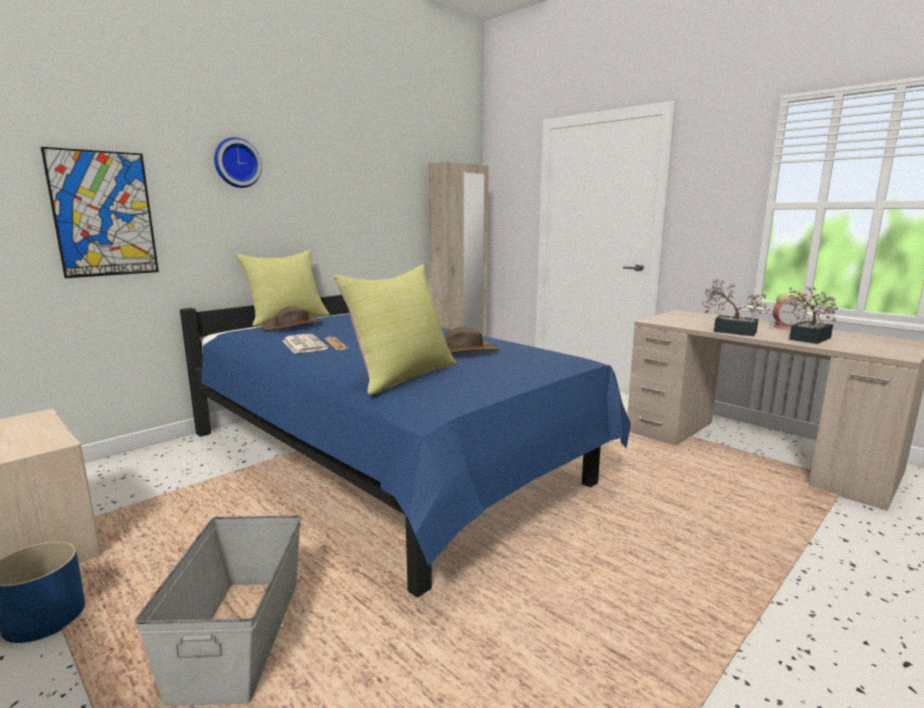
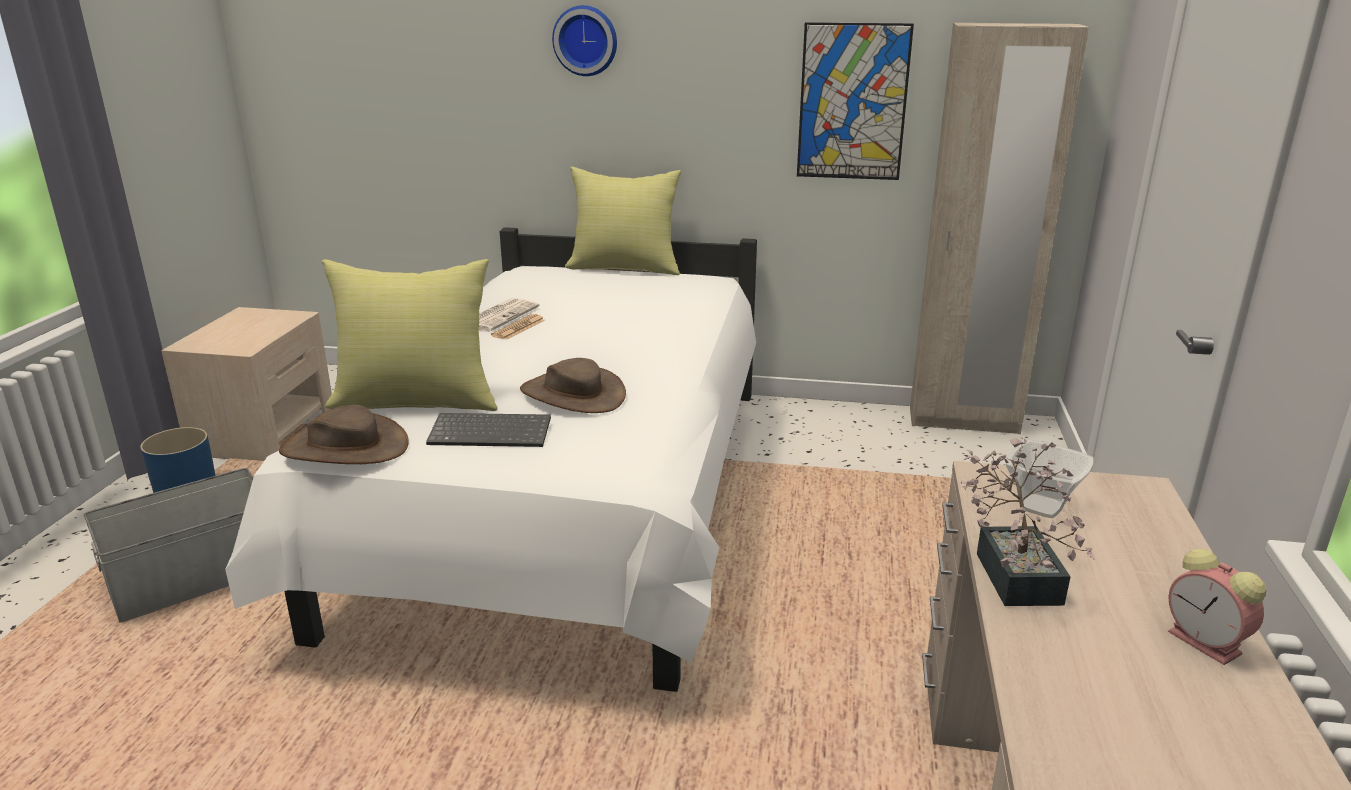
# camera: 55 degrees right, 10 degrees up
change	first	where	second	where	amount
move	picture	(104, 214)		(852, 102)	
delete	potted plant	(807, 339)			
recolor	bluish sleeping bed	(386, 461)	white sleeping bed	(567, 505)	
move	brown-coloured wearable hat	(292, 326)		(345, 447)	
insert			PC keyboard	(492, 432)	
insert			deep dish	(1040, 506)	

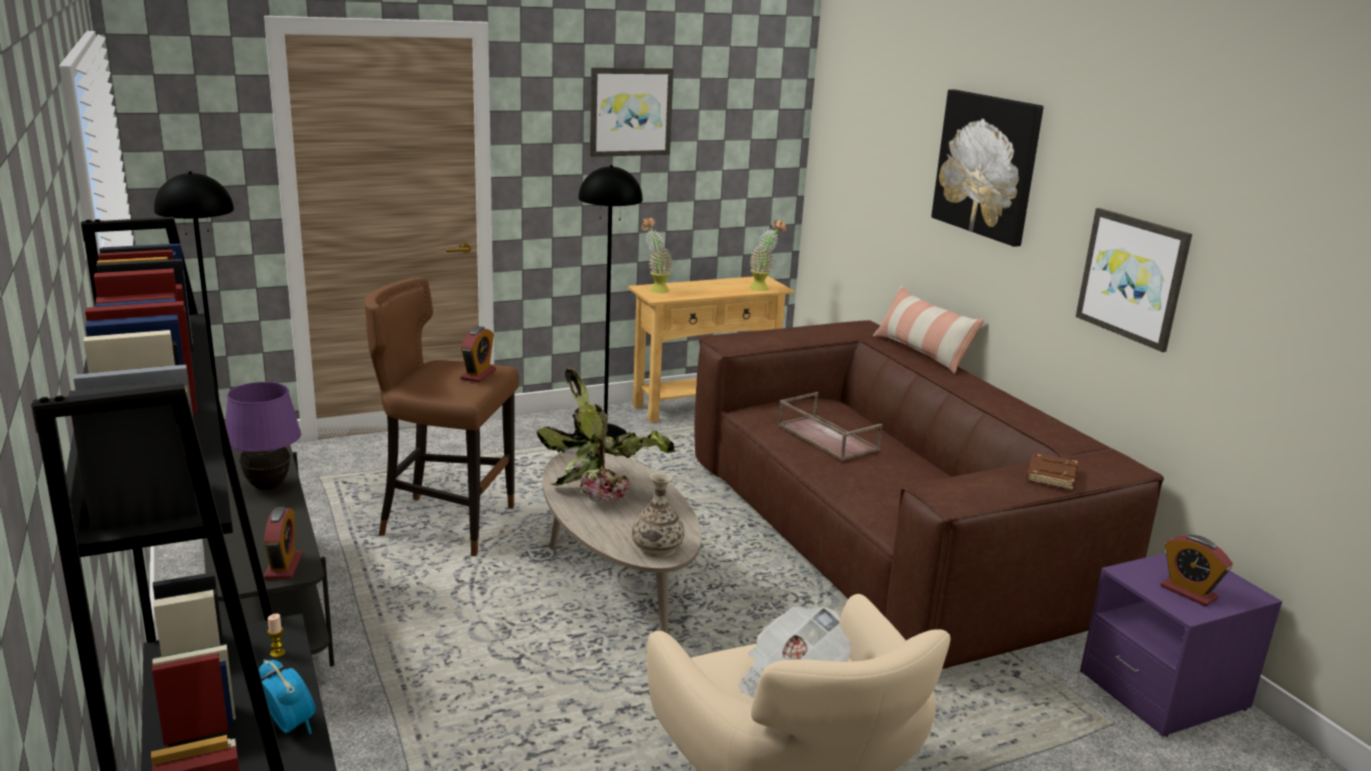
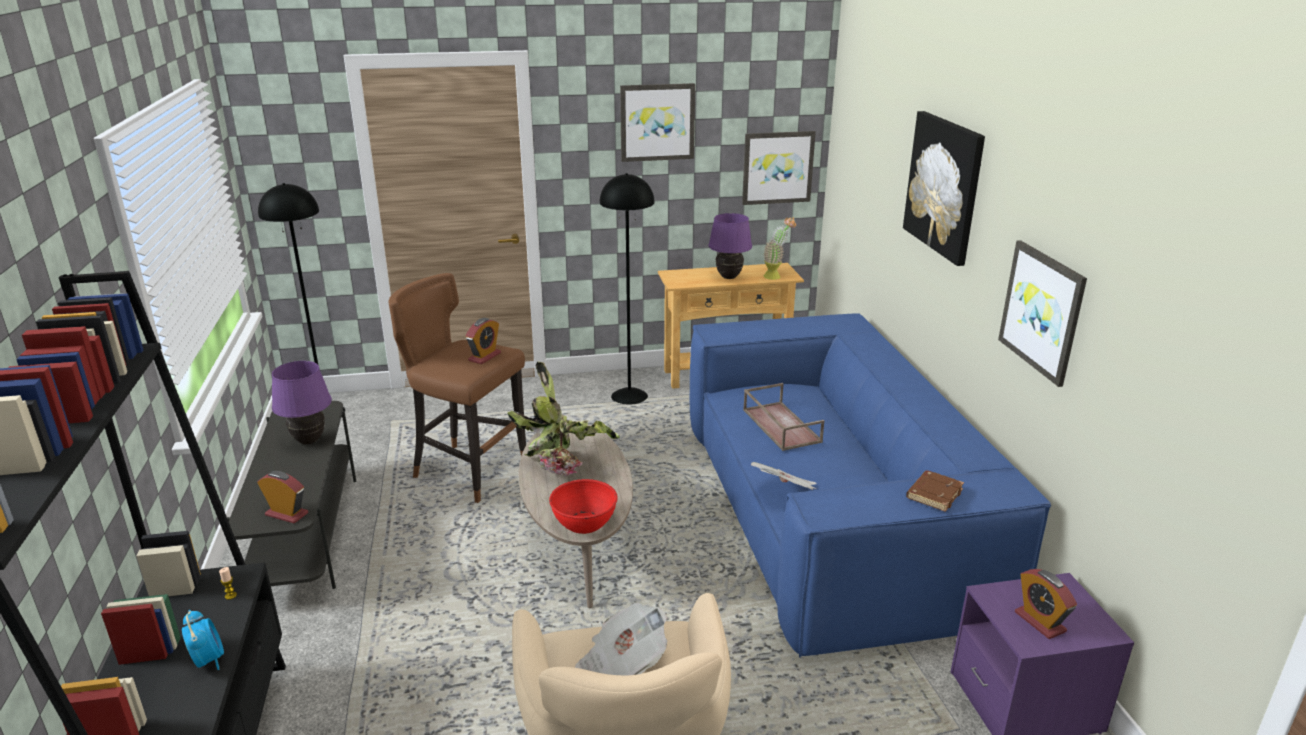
# camera: 15 degrees right, 5 degrees up
change	first	where	second	where	amount
delete	potted plant	(654, 289)			
delete	cushion	(922, 352)			
recolor	brown-coloured sofa	(882, 535)	bluish sofa	(828, 515)	
replace	decorative vase	(657, 548)	reddish deep dish	(584, 523)	
rotate	table clock	(283, 567)		(286, 514)	75 degrees counterclockwise
insert			picture	(777, 167)	
insert			purple tabletop lamp	(729, 277)	
insert			newspaper	(785, 491)	

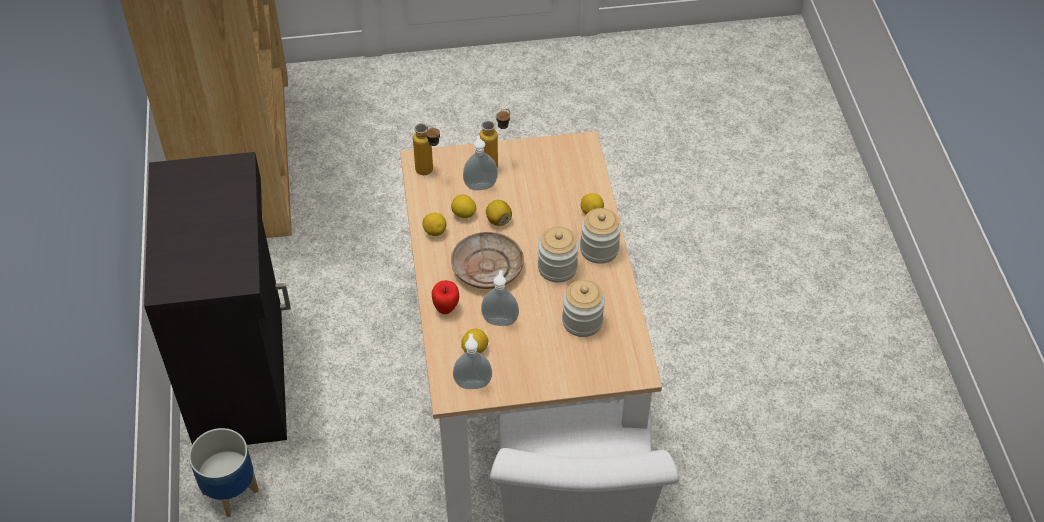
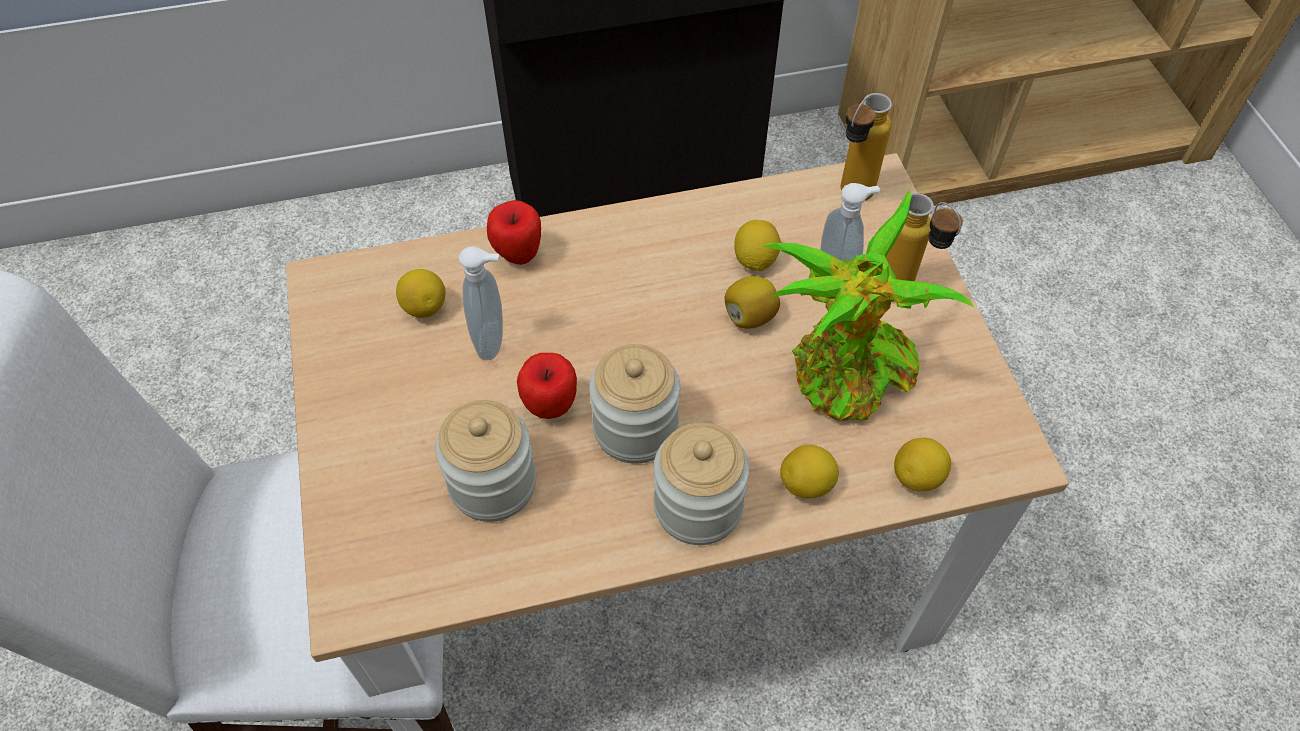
# camera: 85 degrees right, 5 degrees up
change	first	where	second	where	amount
move	whole lemon	(434, 231)		(917, 477)	
delete	beige-coloured flat dish	(487, 267)			
delete	soap dispenser	(473, 383)			
delete	planter	(230, 491)			
insert			potted plant	(846, 378)	
insert			apple fruit	(550, 408)	

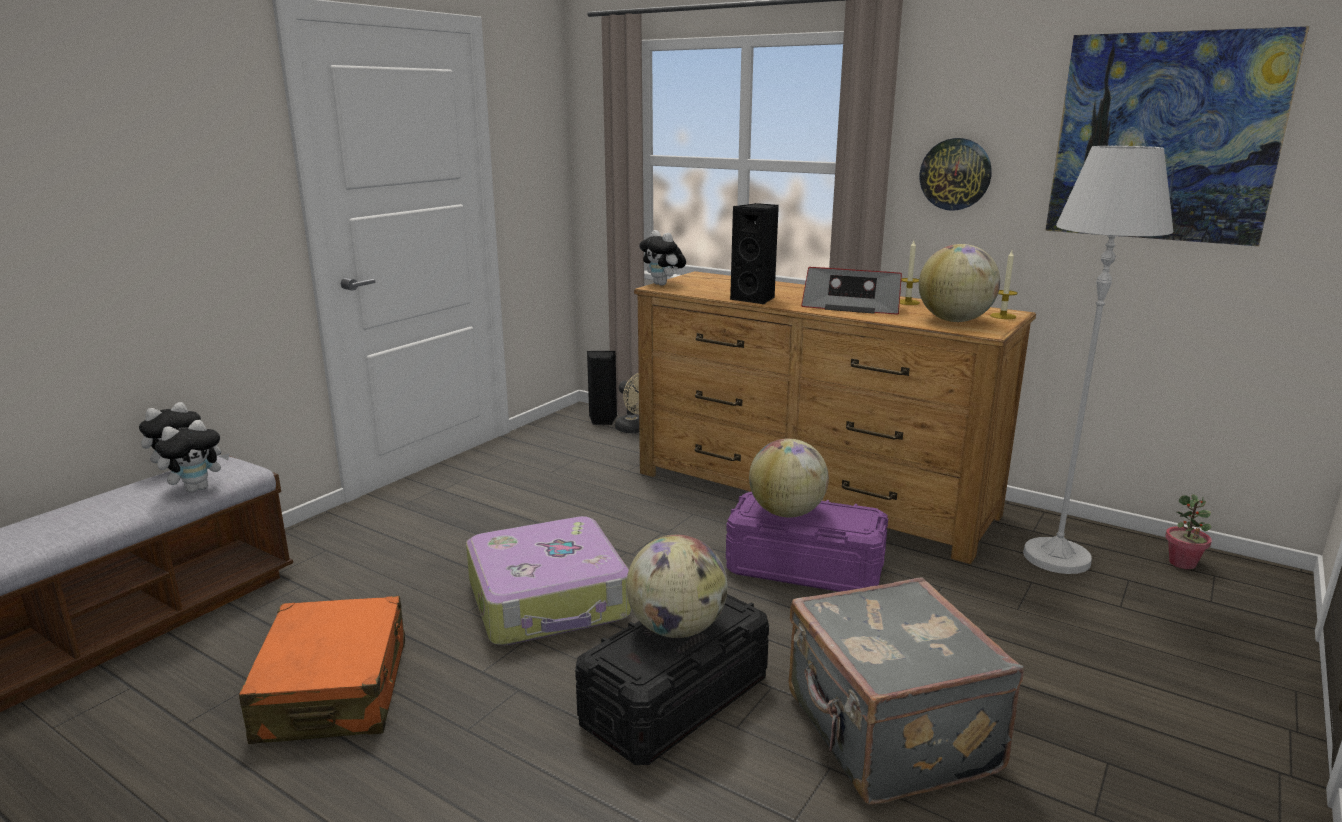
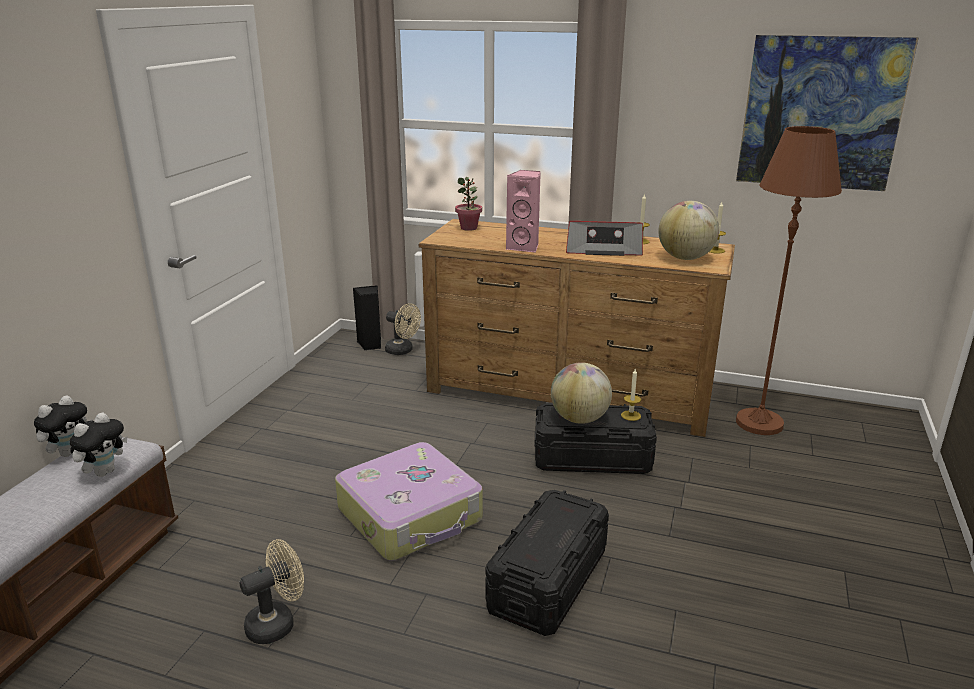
# camera: 15 degrees left, 5 degrees up
change	first	where	second	where	amount
delete	hanging clock	(955, 174)			
recolor	white floor lamp	(1056, 557)	brown-coloured floor lamp	(759, 423)	
recolor	black speaker	(755, 299)	pink speaker	(525, 247)	
delete	soft toy	(663, 284)			
recolor	purple storage bin	(805, 569)	black storage bin	(592, 458)	
move	potted plant	(1182, 563)		(469, 228)	
delete	world globe	(677, 629)			
delete	grey piece of luggage	(887, 734)			
replace	orange-coloured piece of luggage	(334, 690)	beige-coloured fan	(277, 623)	
insert			candle	(631, 415)	

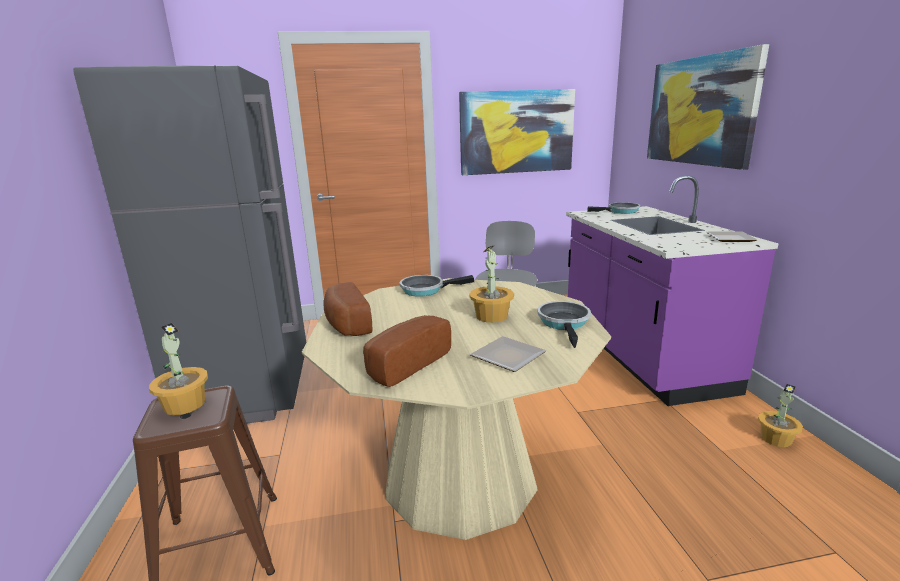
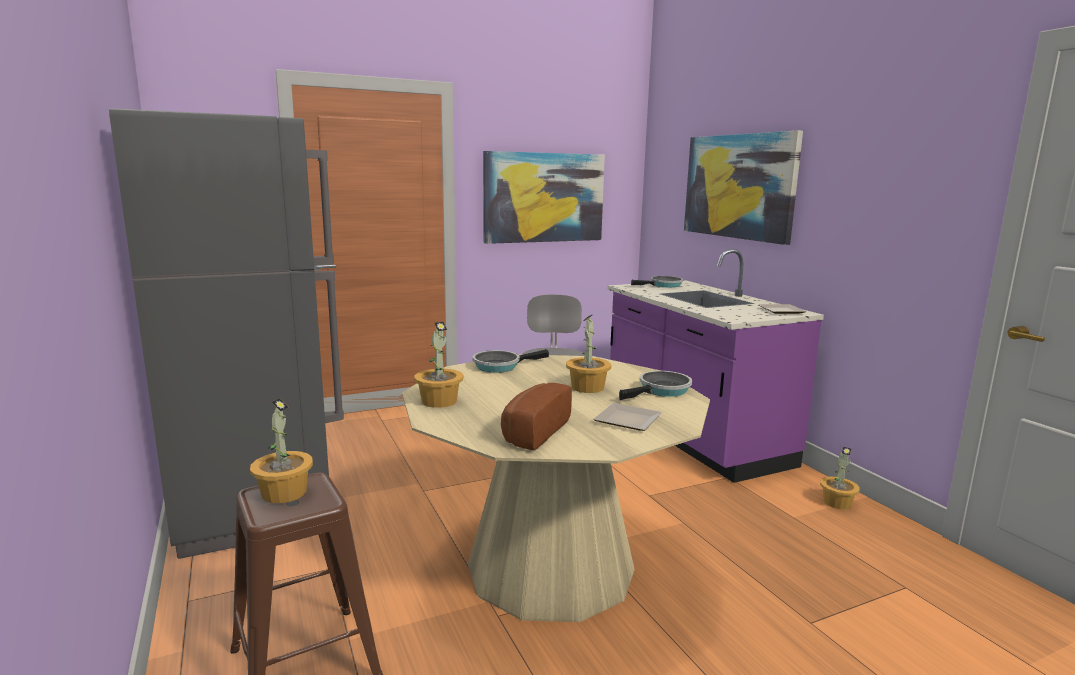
# camera: 15 degrees left, 5 degrees down
change	first	where	second	where	amount
replace	bakery bread	(345, 324)	potted plant	(439, 401)	
rotate	frying pan	(564, 323)		(662, 390)	60 degrees clockwise

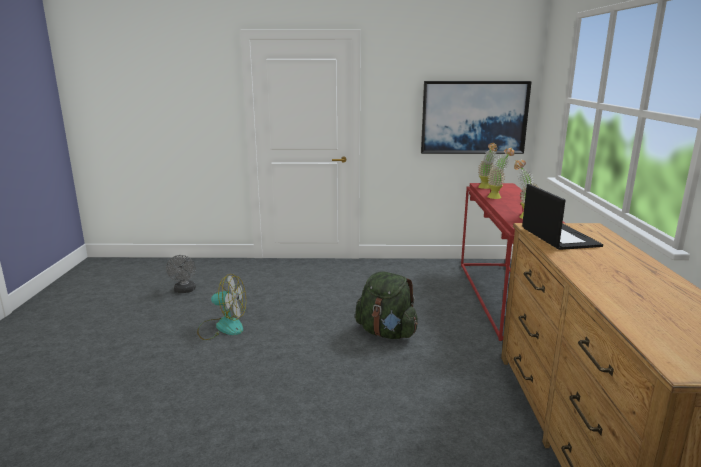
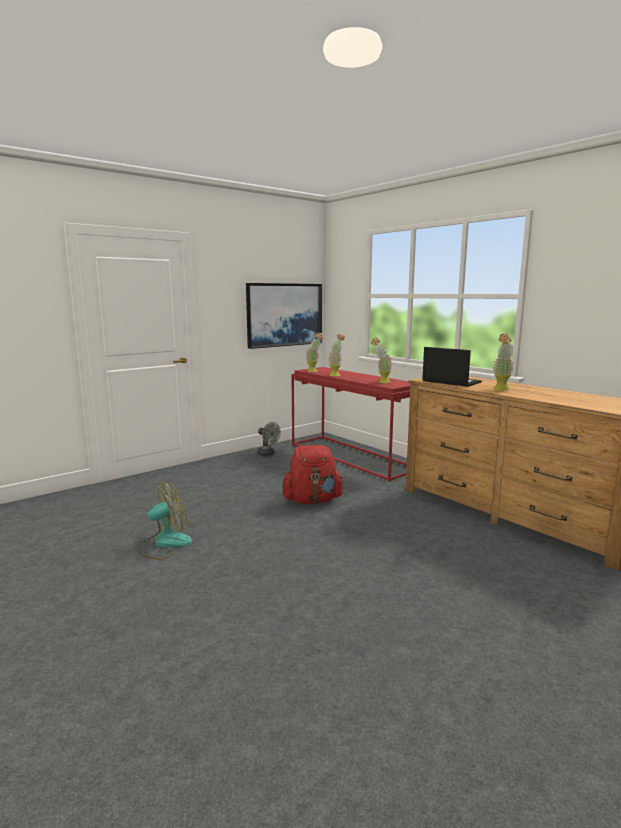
# camera: 40 degrees left, 5 degrees down
change	first	where	second	where	amount
move	grey fan	(184, 291)		(268, 454)	
recolor	greenish backpack	(386, 333)	reddish backpack	(312, 500)	
insert			potted plant	(501, 390)	

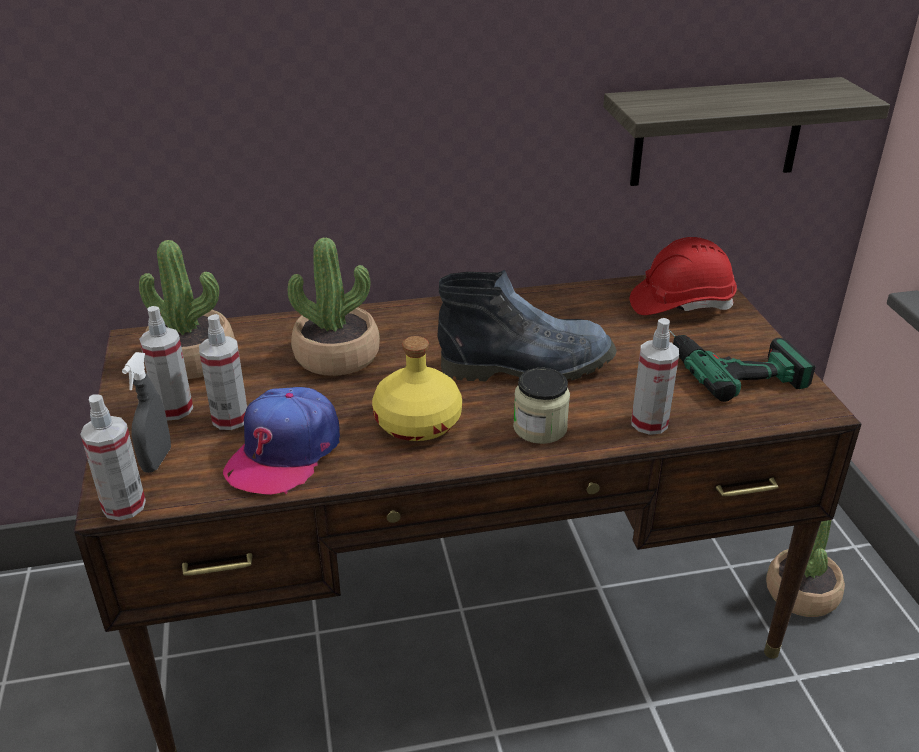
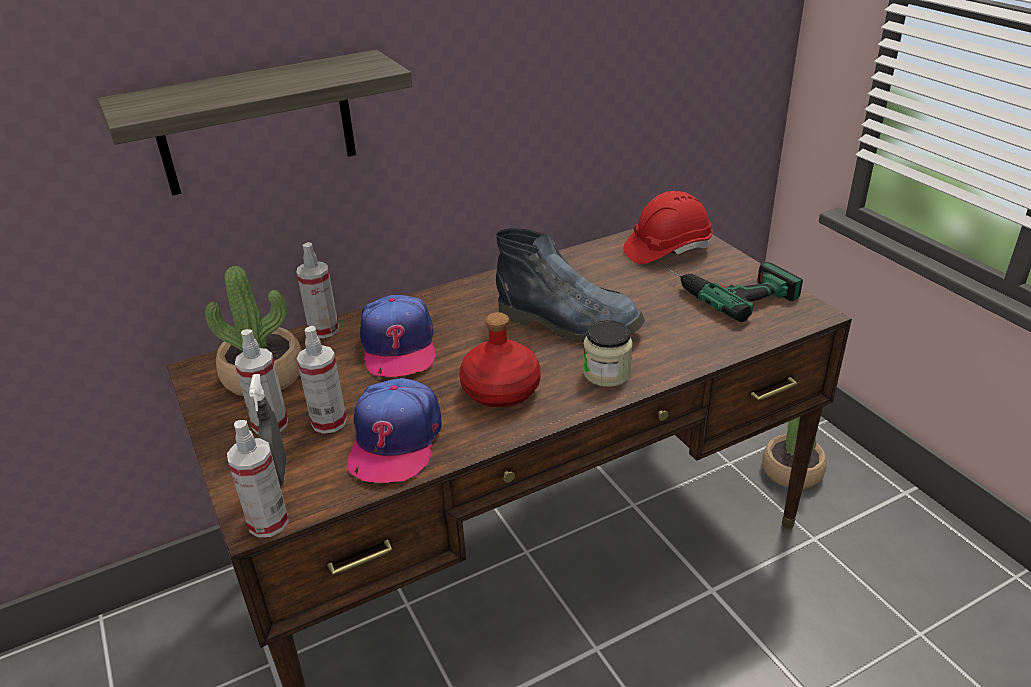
# camera: 15 degrees left, 0 degrees up
change	first	where	second	where	amount
move	bracket shelf	(718, 132)		(256, 124)	
replace	potted plant	(337, 356)	baseball cap	(398, 347)	
rotate	high-top boot	(529, 365)		(571, 323)	45 degrees clockwise
move	sprayer	(649, 423)		(324, 330)	
recolor	yellowish bottle	(419, 422)	reddish bottle	(502, 389)	

